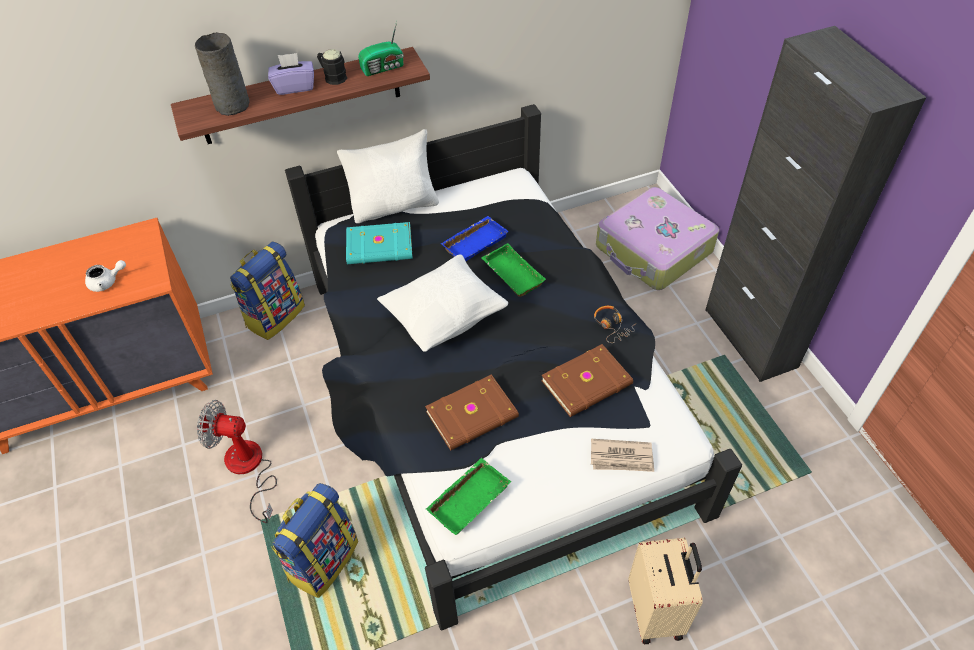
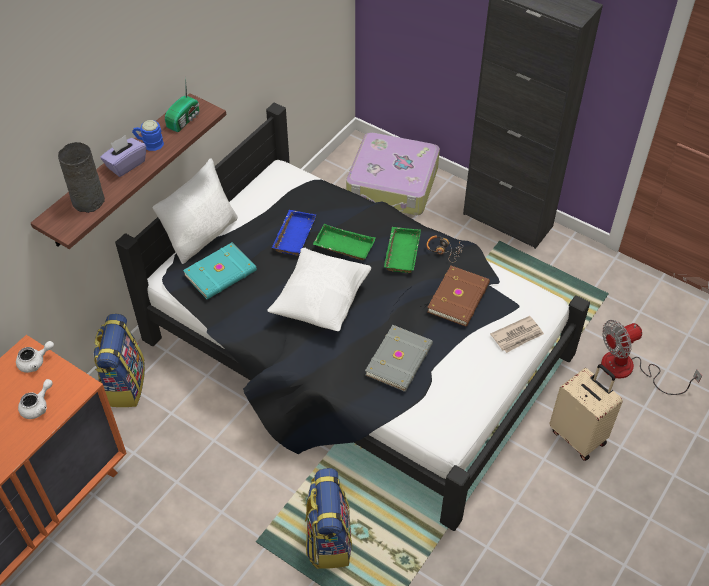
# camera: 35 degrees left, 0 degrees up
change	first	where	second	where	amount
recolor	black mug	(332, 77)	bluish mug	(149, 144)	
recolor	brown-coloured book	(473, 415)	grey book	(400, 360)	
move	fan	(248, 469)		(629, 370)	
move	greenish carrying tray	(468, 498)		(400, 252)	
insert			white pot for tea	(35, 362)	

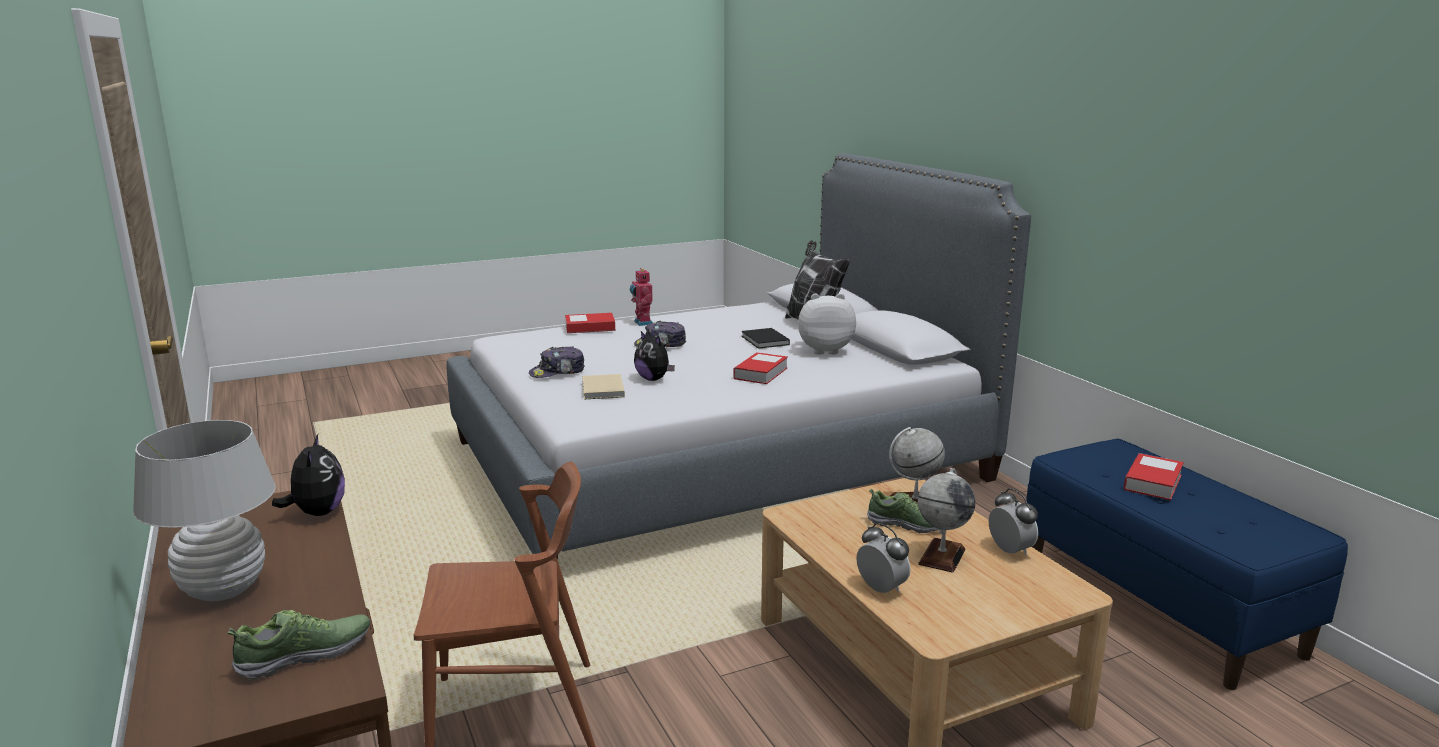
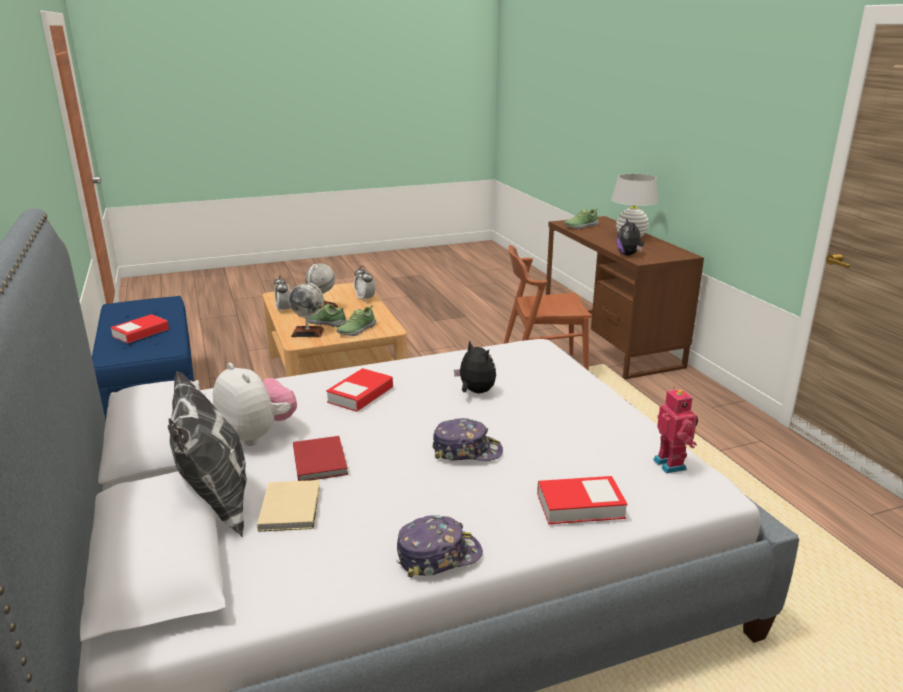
# camera: 175 degrees left, 5 degrees up
change	first	where	second	where	amount
move	robot figure	(642, 323)		(671, 464)	
rotate	soft toy	(824, 350)		(257, 435)	135 degrees counterclockwise
recolor	black book	(765, 341)	reddish book	(320, 460)	
move	baseball cap	(558, 372)		(438, 555)	
move	beige-coloured book	(602, 390)		(291, 507)	
insert			low shoe	(356, 330)	

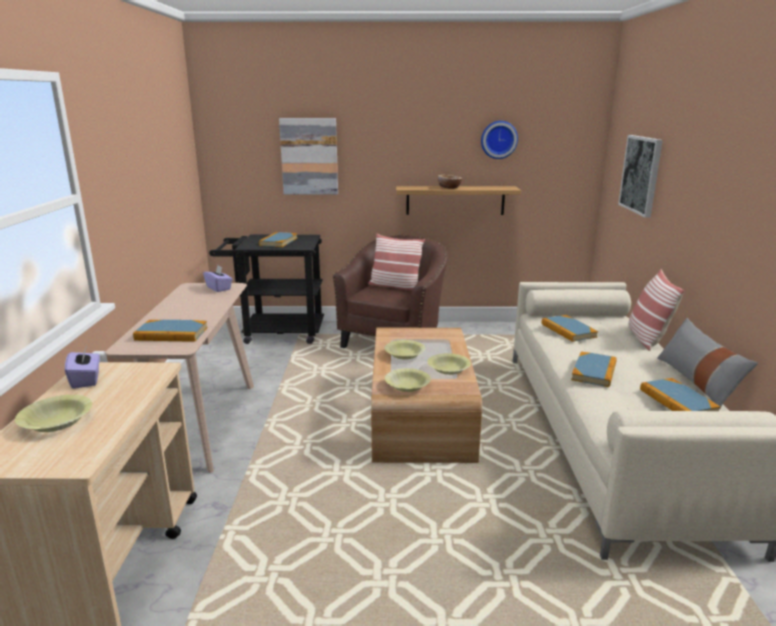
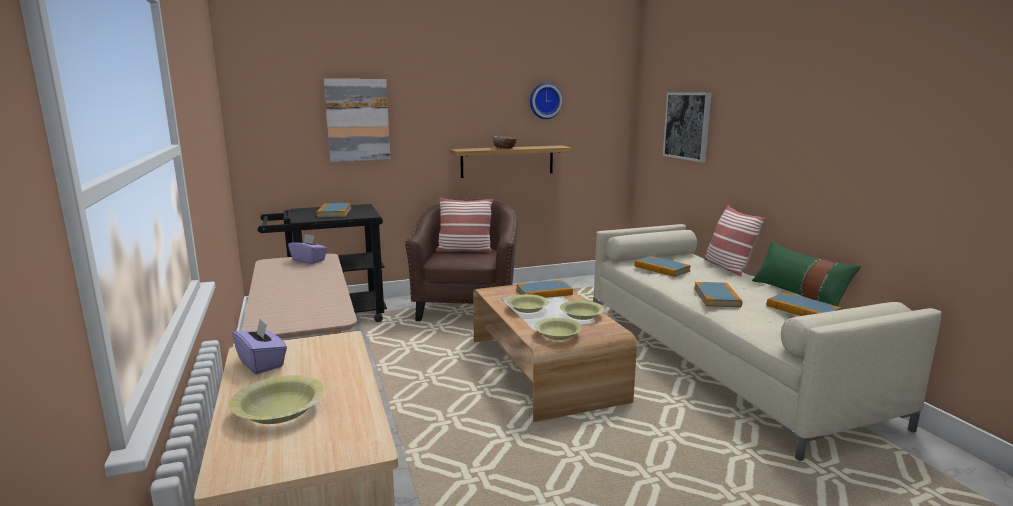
# camera: 20 degrees left, 5 degrees down
change	first	where	second	where	amount
recolor	grey cushion	(697, 381)	greenish cushion	(799, 293)	
move	book	(171, 334)		(544, 292)	

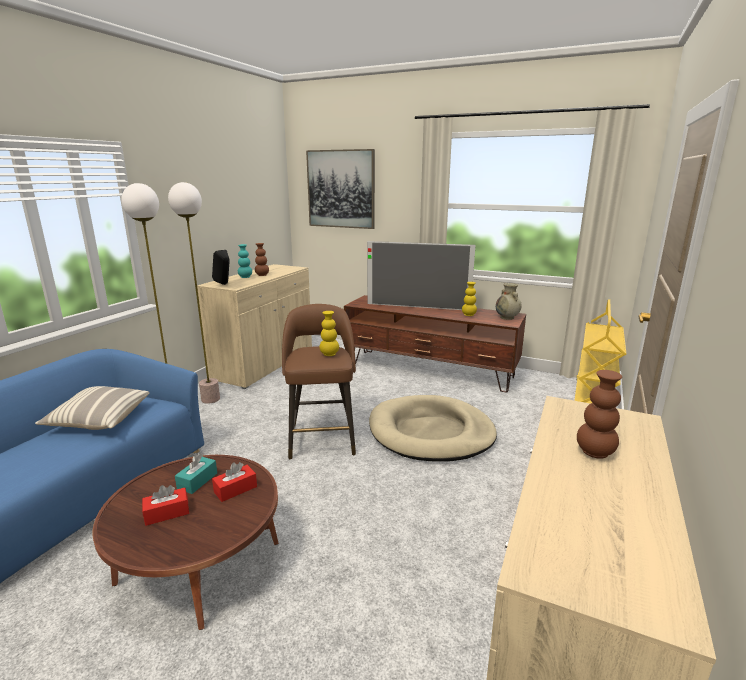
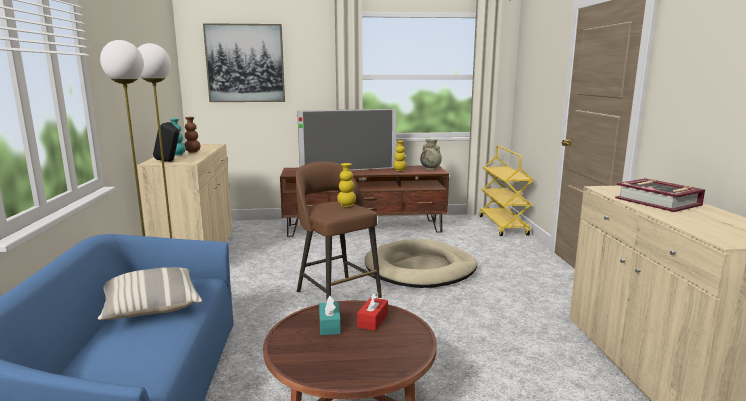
# camera: 30 degrees left, 5 degrees down
change	first	where	second	where	amount
replace	brown-coloured decorative vase	(594, 453)	book	(658, 202)	
delete	reddish box of tissues	(167, 513)			

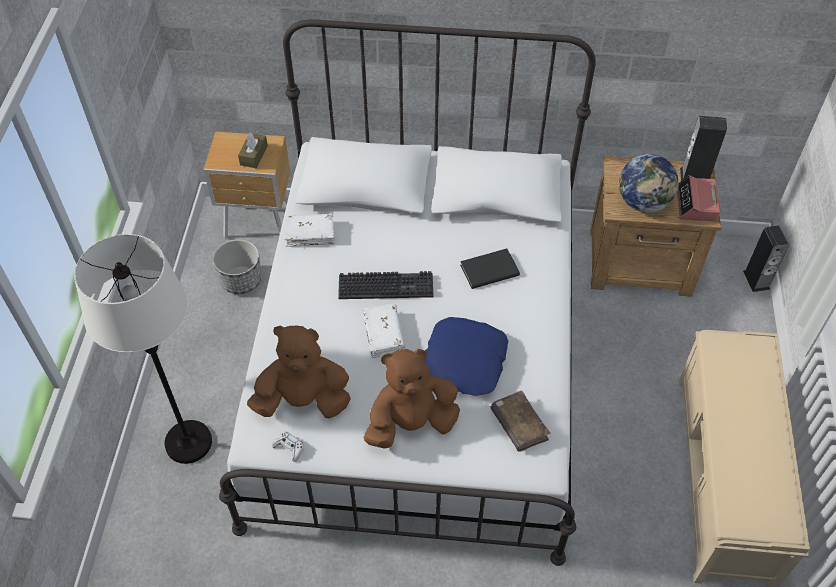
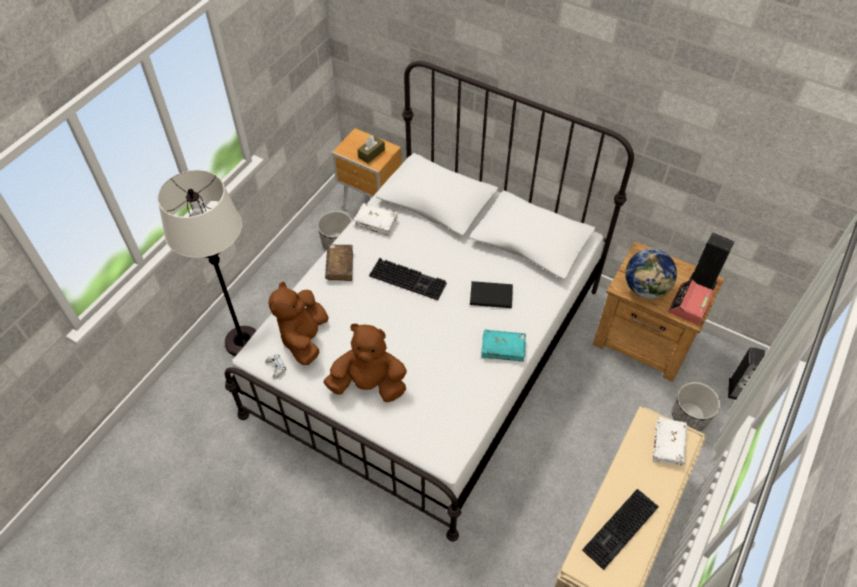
# camera: 25 degrees right, 0 degrees up
change	first	where	second	where	amount
move	white book	(384, 334)		(668, 444)	
delete	bluish cushion	(465, 361)			
rotate	brown-coloured soft toy	(303, 400)		(304, 338)	105 degrees counterclockwise
move	brown-coloured book	(519, 425)		(340, 266)	
insert			turquoise-coloured book	(503, 348)	
insert			planter	(689, 417)	
insert			PC keyboard	(621, 531)	

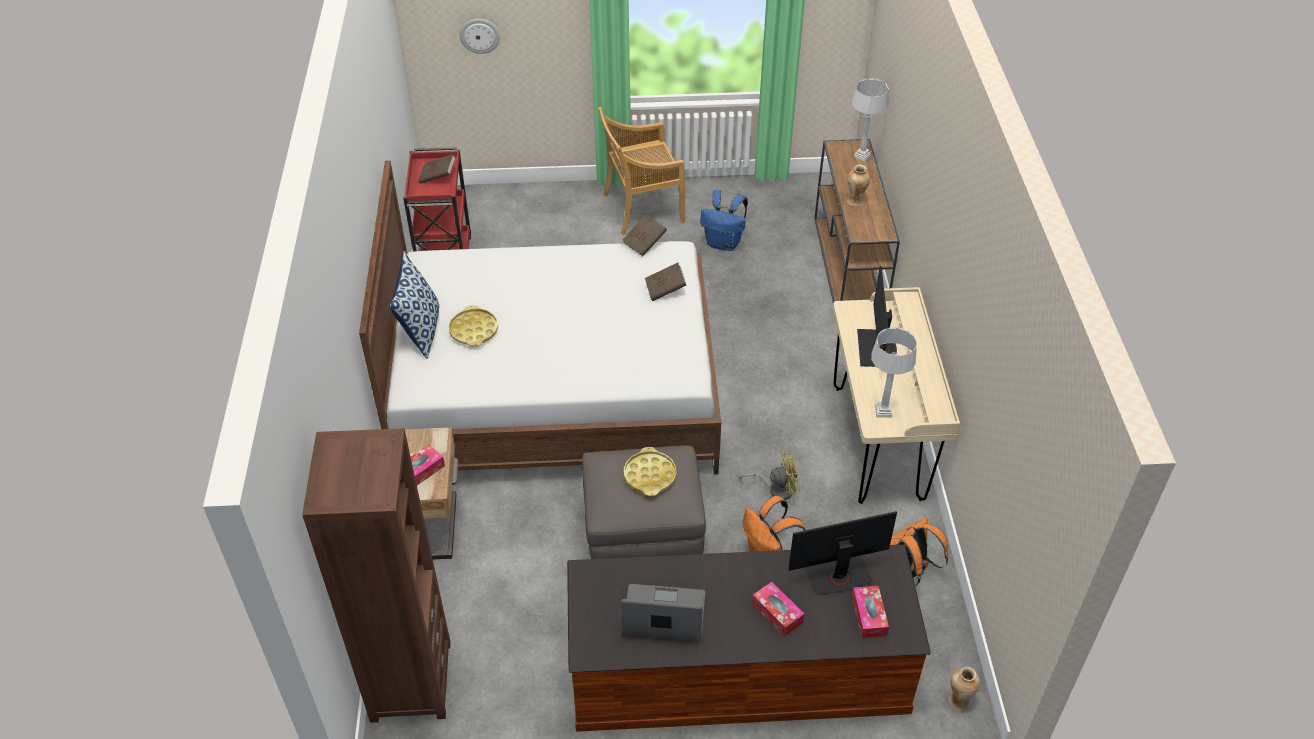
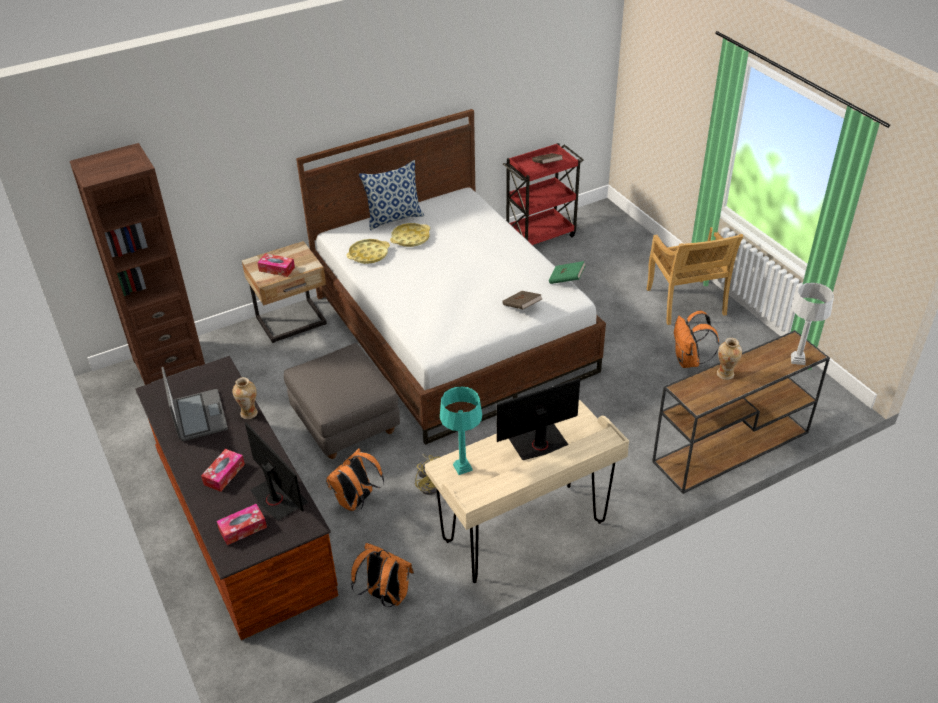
# camera: 65 degrees right, 5 degrees down
change	first	where	second	where	amount
delete	hanging clock	(479, 35)			
rotate	beige-coloured upright chair	(642, 209)		(686, 303)	150 degrees counterclockwise
recolor	bluish backpack	(724, 243)	orange-coloured backpack	(688, 361)	
recolor	brown-coloured book	(644, 243)	greenish book	(566, 279)	
recolor	grey tabletop lamp	(883, 411)	turquoise-coloured tabletop lamp	(462, 467)	
move	yellowish carrying tray	(650, 475)		(368, 254)	
move	decorative vase	(959, 701)		(249, 413)	

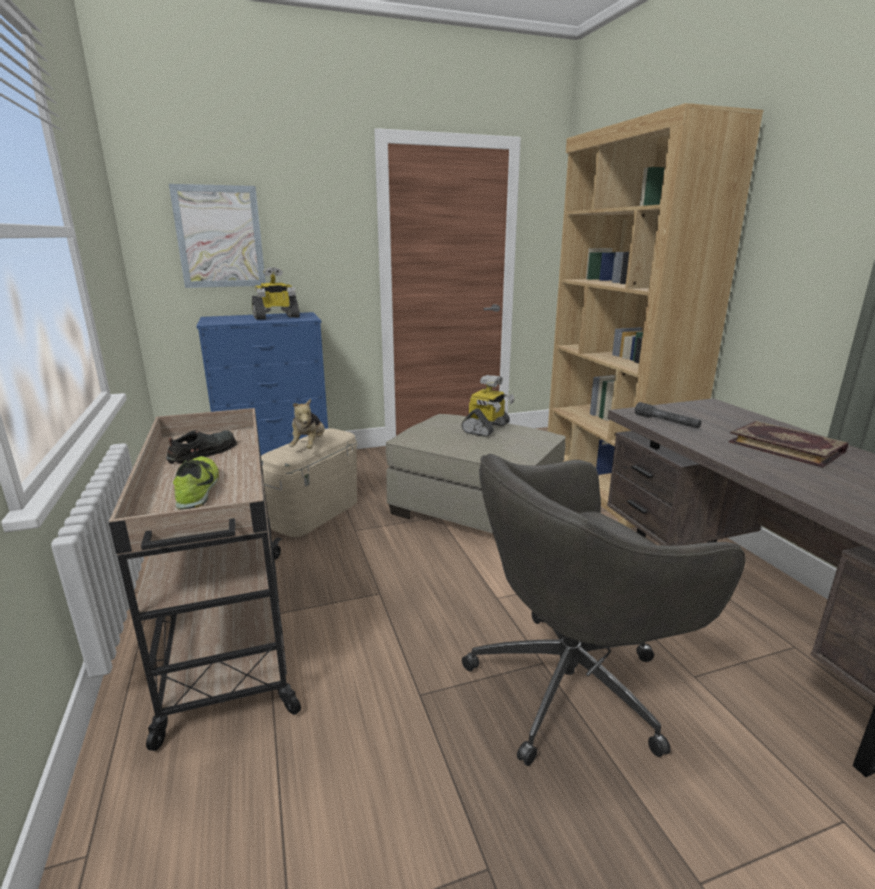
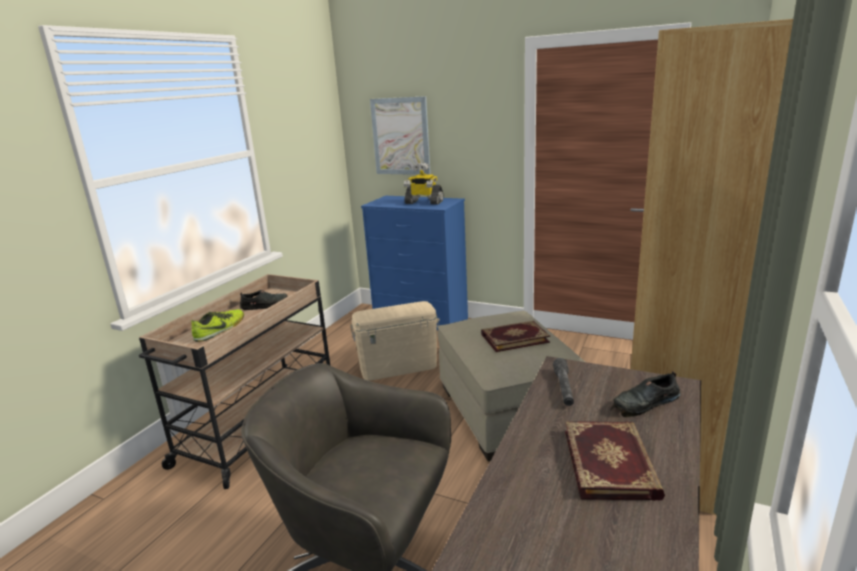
# camera: 45 degrees right, 0 degrees up
change	first	where	second	where	amount
replace	robot figure	(486, 428)	book	(514, 338)	
delete	soft toy	(309, 446)			
insert			black low shoe	(644, 403)	

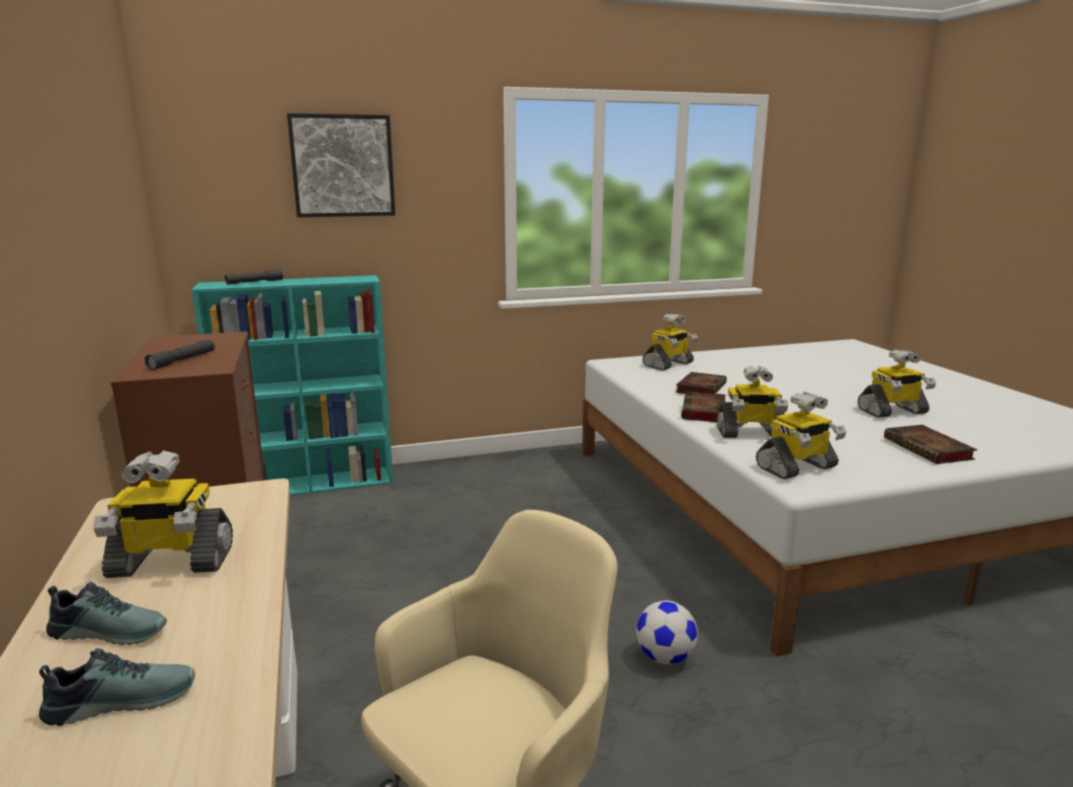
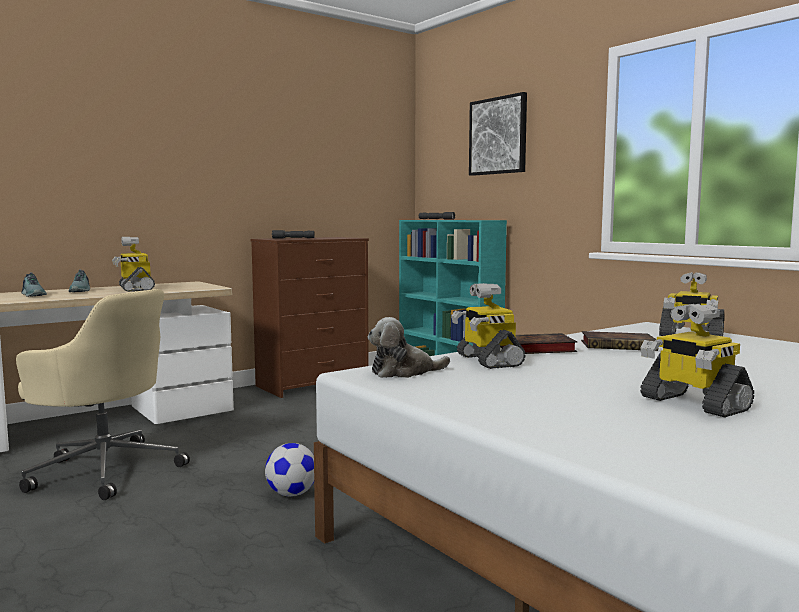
# camera: 70 degrees right, 10 degrees down
change	first	where	second	where	amount
replace	robot figure	(796, 468)	soft toy	(404, 372)	
delete	book	(930, 449)			

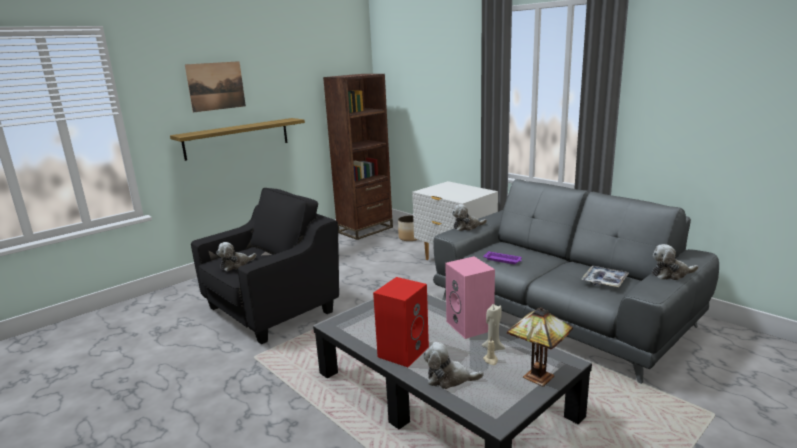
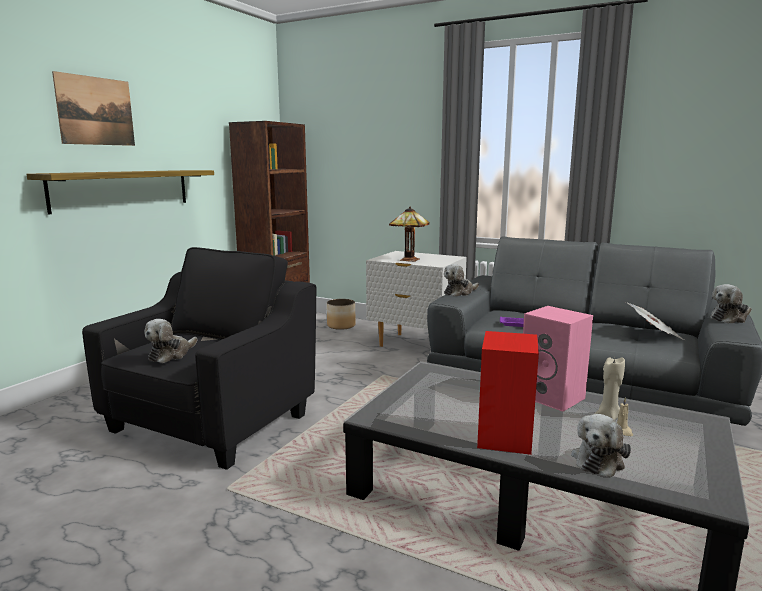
# camera: 20 degrees left, 5 degrees down
change	first	where	second	where	amount
replace	carrying tray	(604, 281)	newspaper	(654, 335)	
move	tabletop lamp	(535, 377)		(408, 260)	
rotate	soft toy	(449, 378)		(599, 460)	45 degrees counterclockwise

